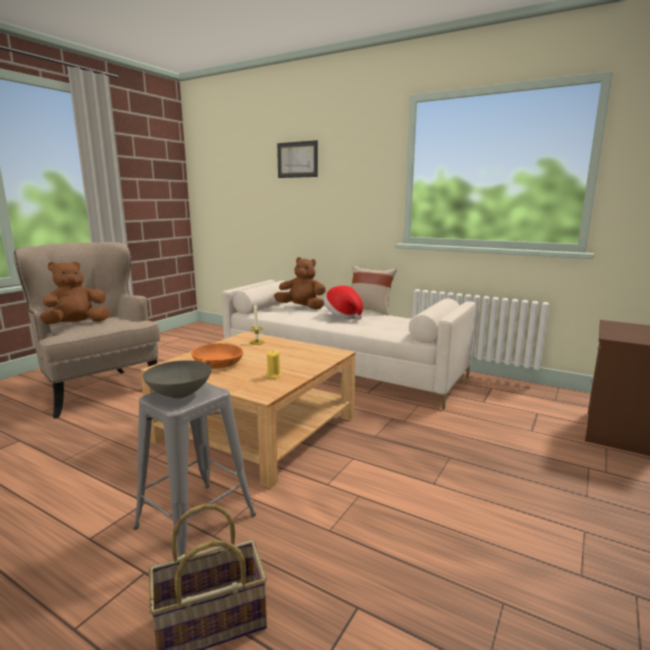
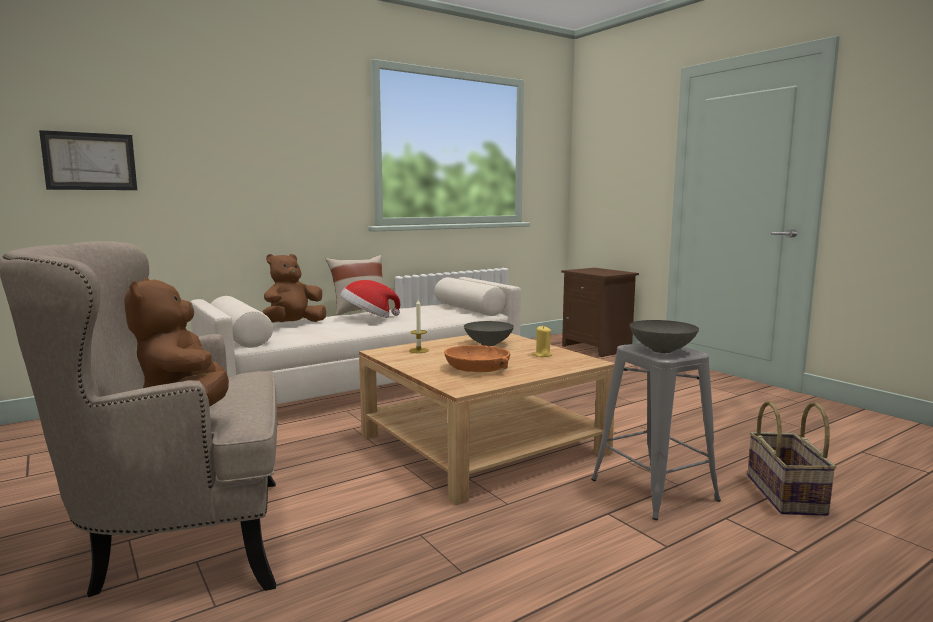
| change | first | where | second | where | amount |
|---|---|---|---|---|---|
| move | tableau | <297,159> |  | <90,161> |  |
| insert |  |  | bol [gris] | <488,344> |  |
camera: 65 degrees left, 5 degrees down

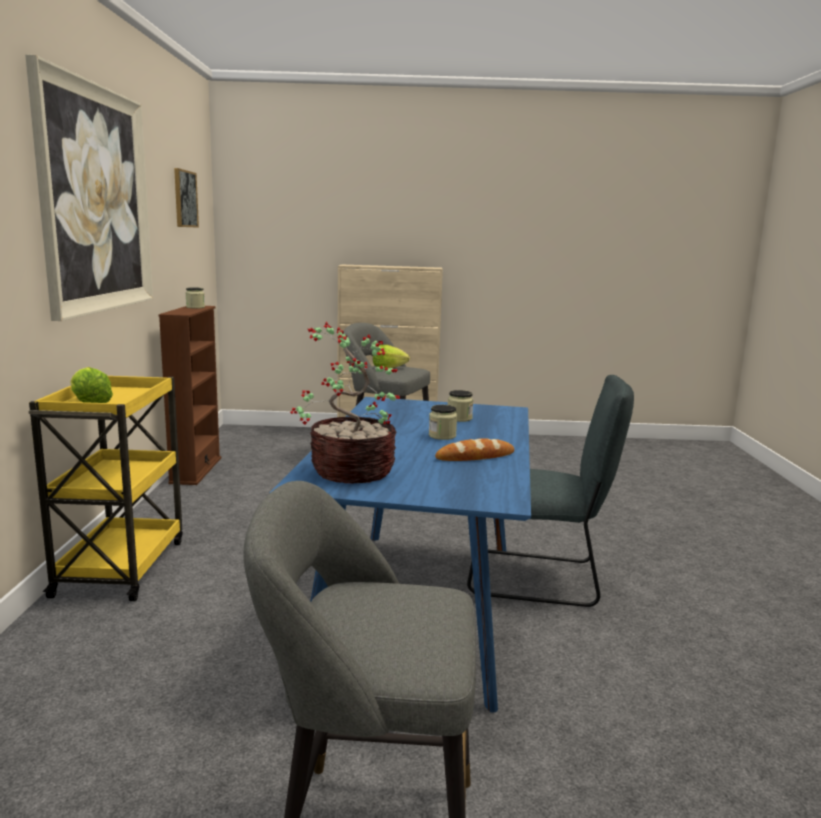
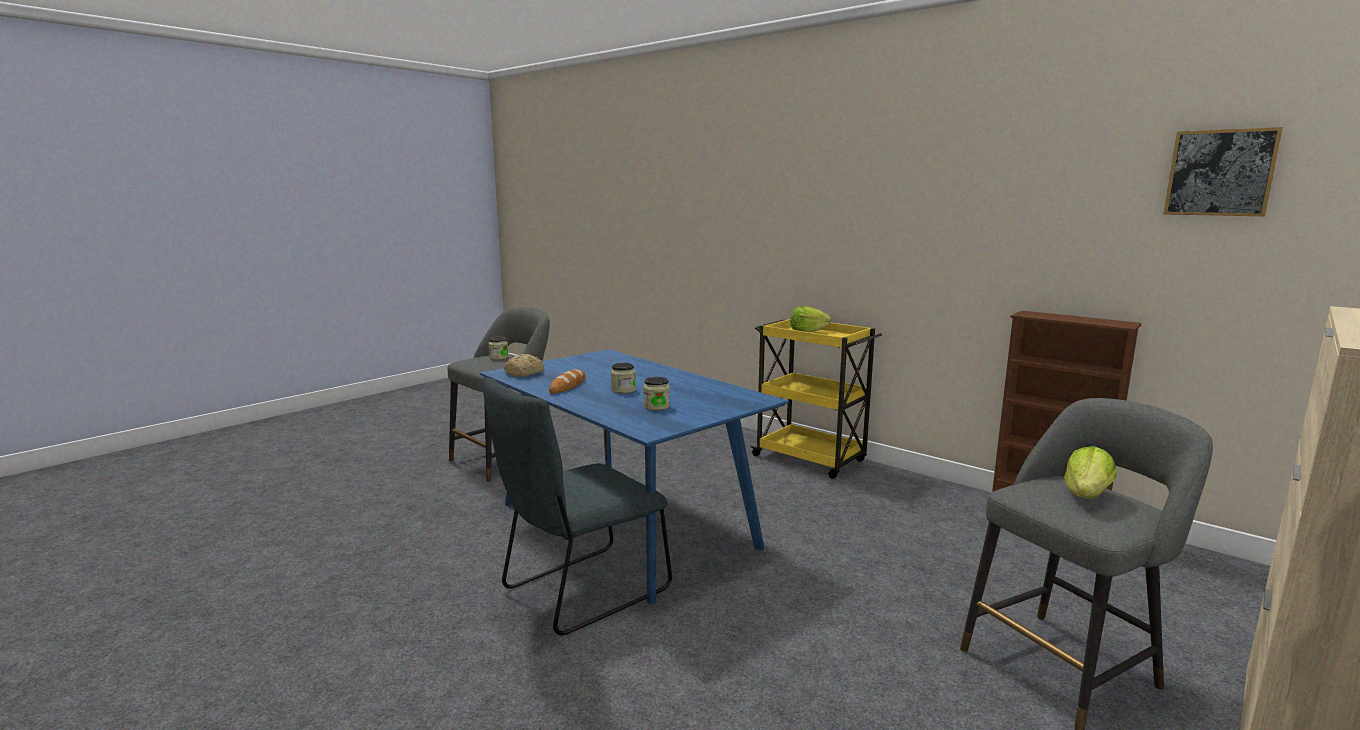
| change | first | where | second | where | amount |
|---|---|---|---|---|---|
| delete | tableau | <96,200> |  |  |  |
| move | bocal | <195,307> |  | <499,357> |  |
| delete | plante en pot | <349,471> |  |  |  |
| insert |  |  | pain | <523,373> |  |
camera: 130 degrees right, 0 degrees up

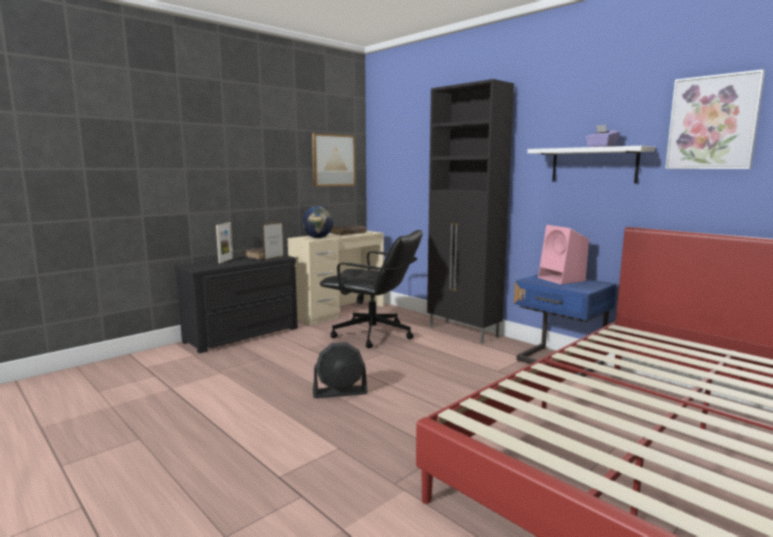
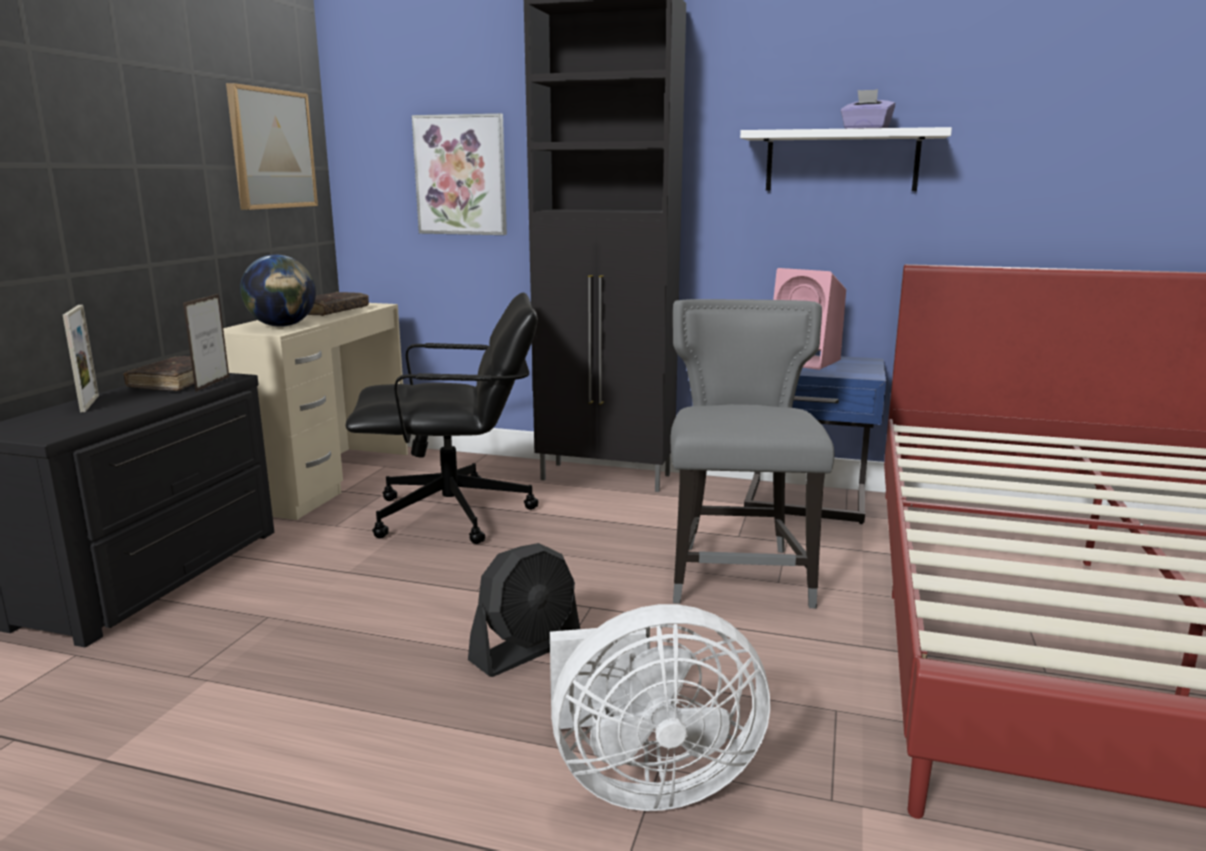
| change | first | where | second | where | amount |
|---|---|---|---|---|---|
| move | tableau | <712,123> |  | <461,175> |  |
| insert |  |  | ventilateur [blanc] | <646,782> |  |
| insert |  |  | chaise [gris] | <739,574> |  |
camera: 30 degrees left, 5 degrees up

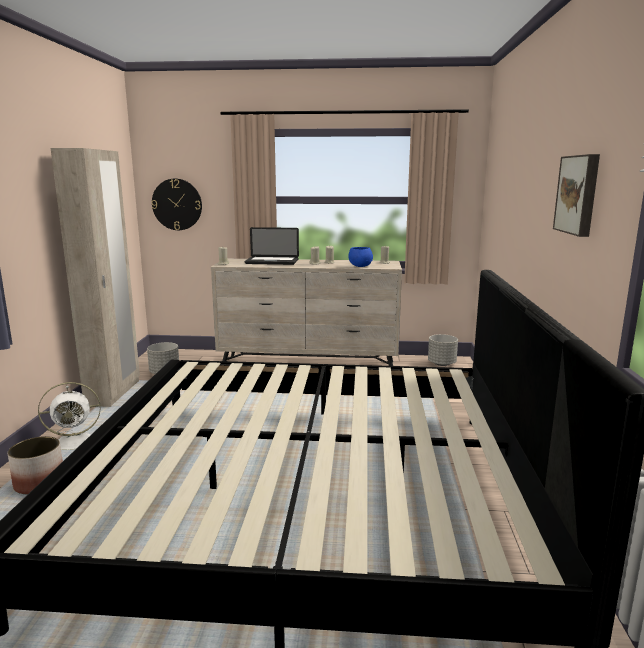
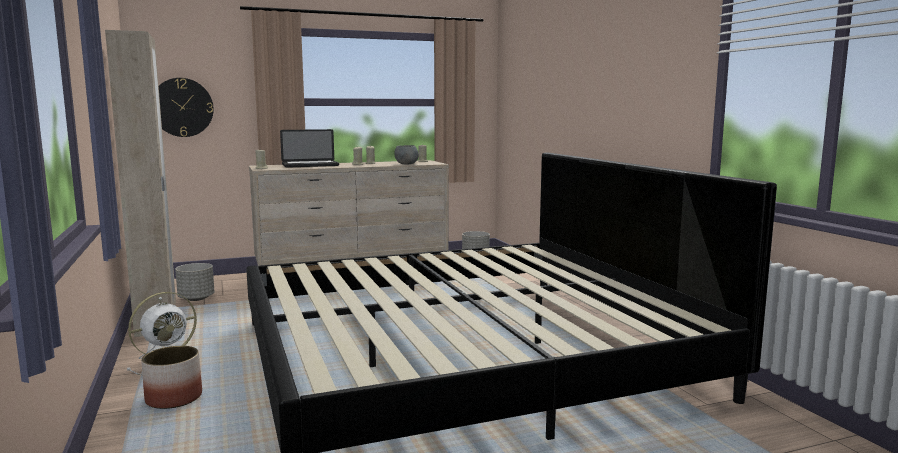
| change | first | where | second | where | amount |
|---|---|---|---|---|---|
| recolor | bol [bleu] | <360,266> | bol [gris] | <406,164> |  |
| delete | tableau | <579,194> |  |  |  |
camera: 25 degrees left, 5 degrees down

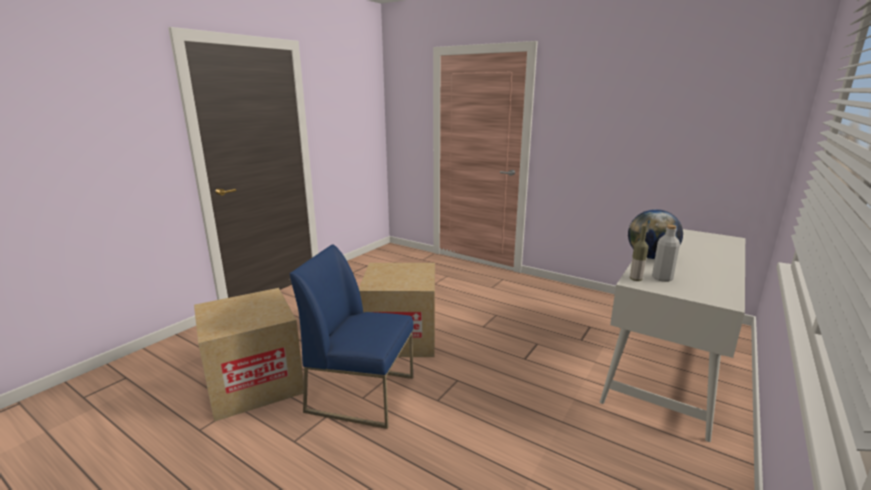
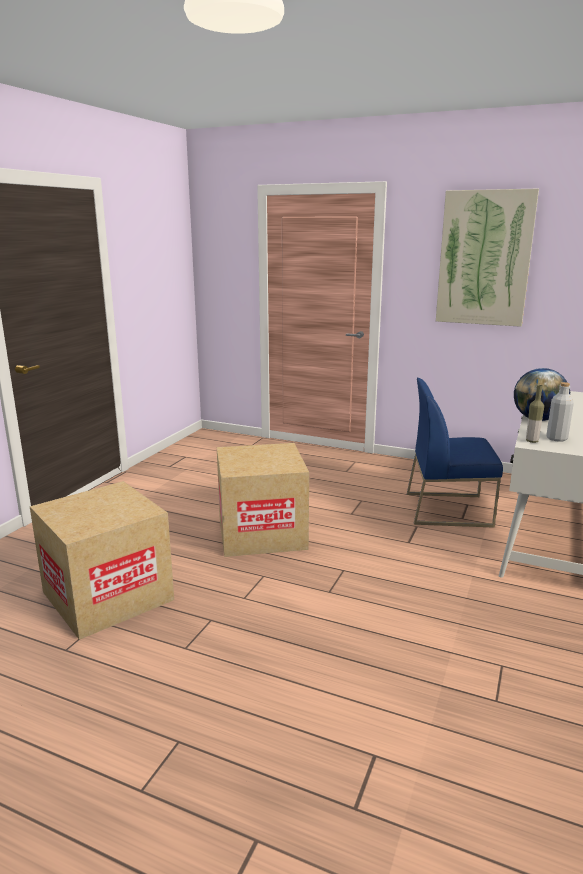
| change | first | where | second | where | amount |
|---|---|---|---|---|---|
| move | chaise [bleu] | <362,393> |  | <448,509> |  |
| insert |  |  | tableau | <484,258> |  |
camera: 10 degrees left, 0 degrees up

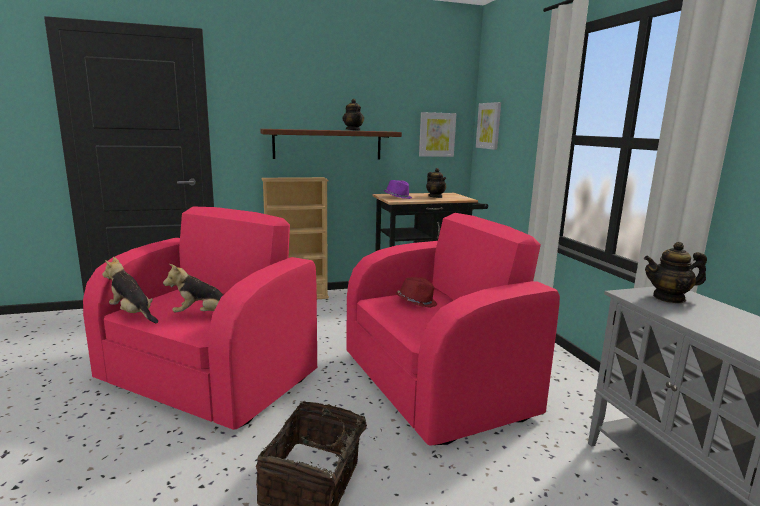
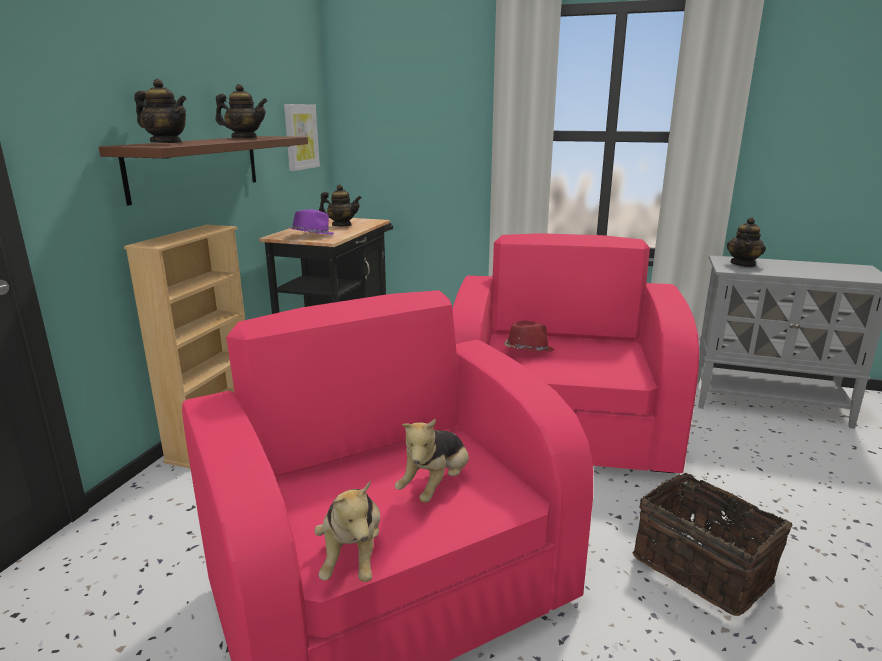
| change | first | where | second | where | amount |
|---|---|---|---|---|---|
| rotate | peluche | <133,314> |  | <352,556> | 75 degrees counterclockwise |
| delete | tableau | <489,126> |  |  |  |
| insert |  |  | théière | <166,143> |  |
camera: 55 degrees left, 5 degrees up

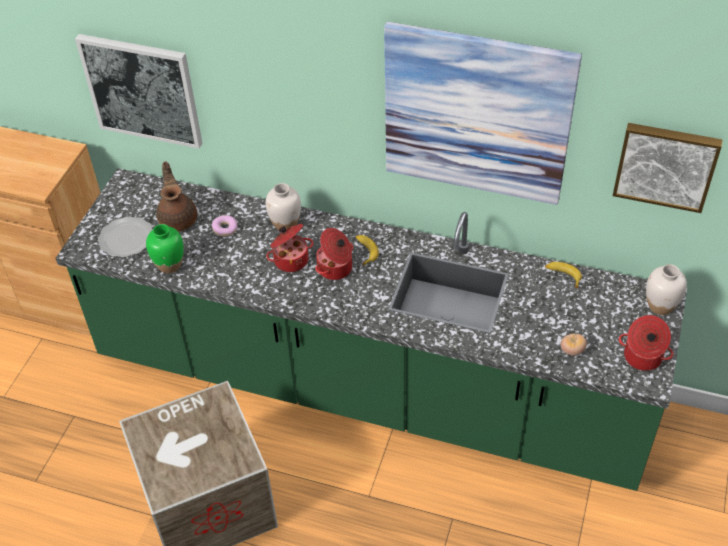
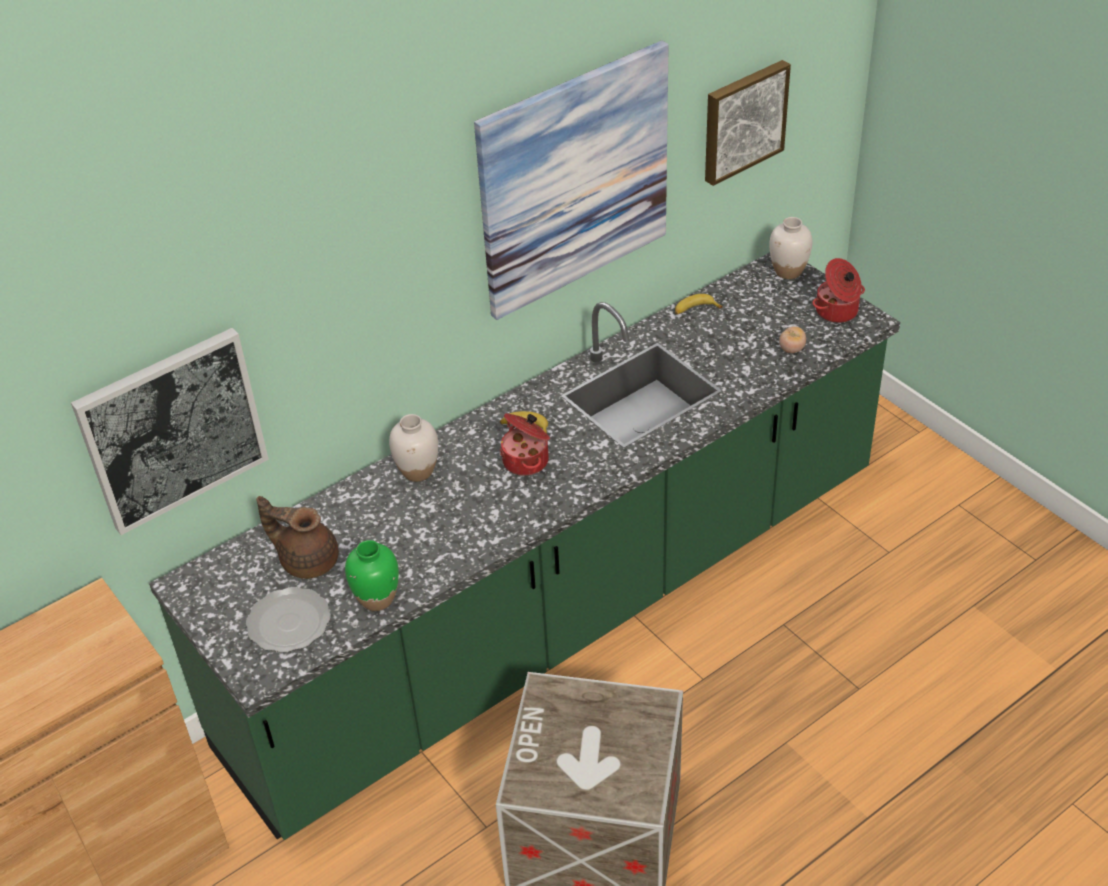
| change | first | where | second | where | amount |
|---|---|---|---|---|---|
| delete | beignet | <225,229> |  |  |  |
| delete | marmite | <290,259> |  |  |  |
camera: 55 degrees left, 5 degrees down

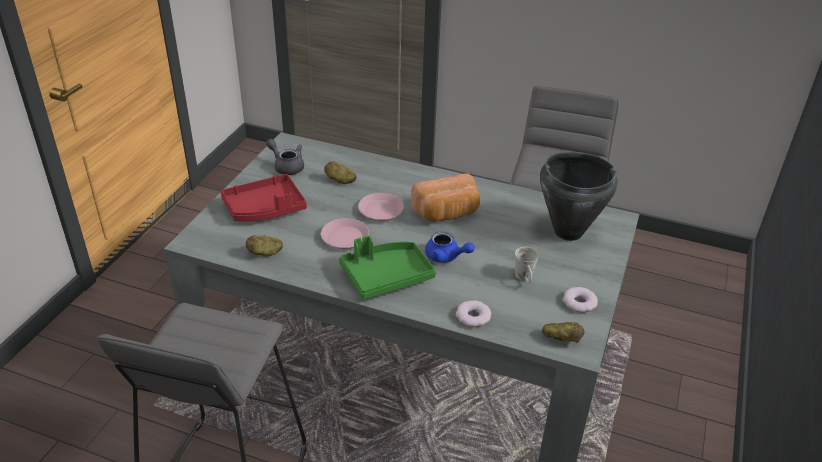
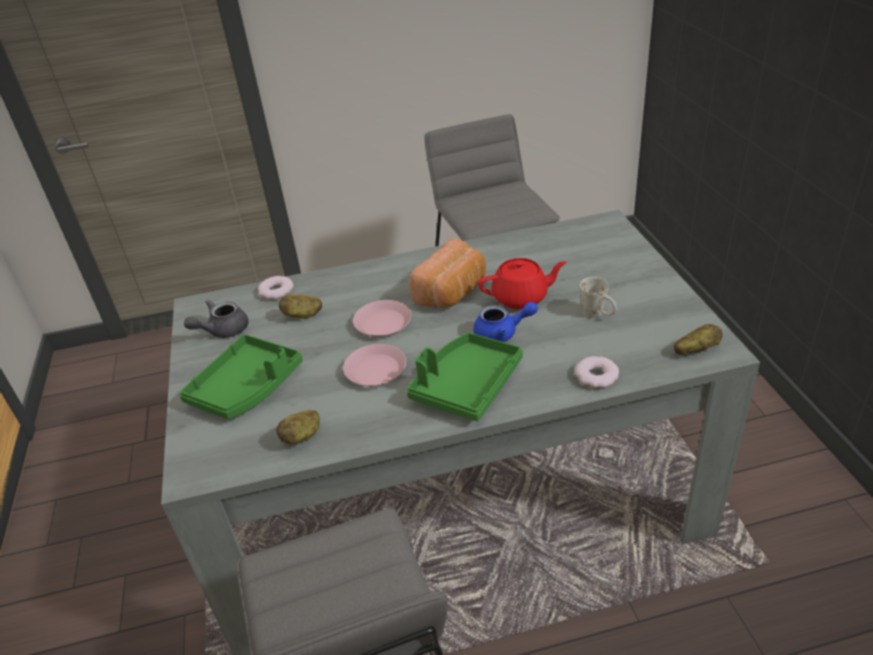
| change | first | where | second | where | amount |
|---|---|---|---|---|---|
| recolor | plateau [rouge] | <265,208> | plateau [vert] | <247,388> |  |
| rotate | théière [gris] | <286,166> |  | <222,330> | 45 degrees counterclockwise |
| delete | marmite [noir] | <567,231> |  |  |  |
| move | beignet | <579,303> |  | <276,291> |  |
| insert |  |  | théière [rouge] | <521,297> |  |
camera: 30 degrees left, 0 degrees up

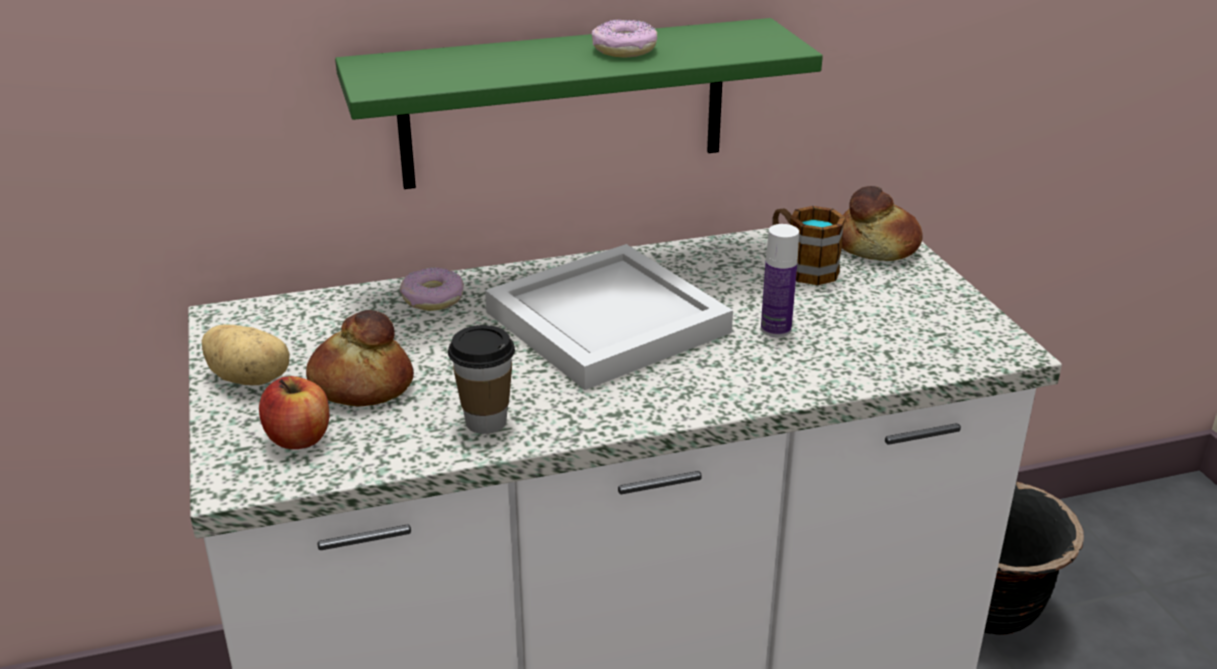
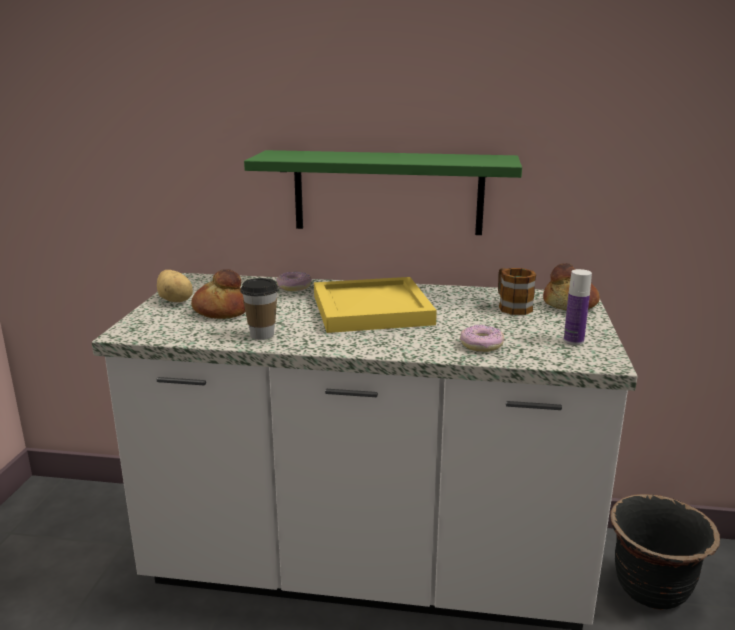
| change | first | where | second | where | amount |
|---|---|---|---|---|---|
| delete | pomme | <299,438> |  |  |  |
| recolor | plateau [blanc] | <611,322> | plateau [jaune] | <373,310> |  |
| move | beignet | <624,49> |  | <481,345> |  |
| move | bouteille | <775,329> |  | <573,340> |  |
camera: 25 degrees right, 10 degrees down

